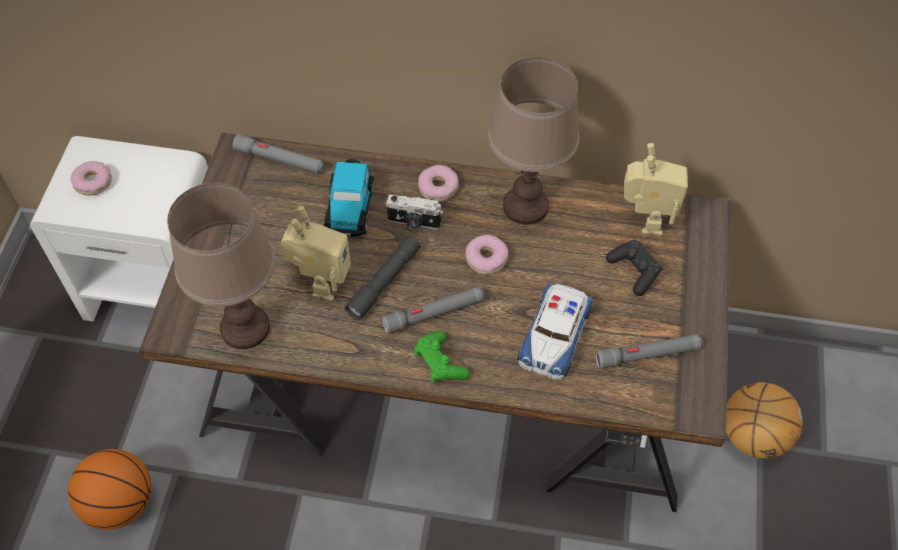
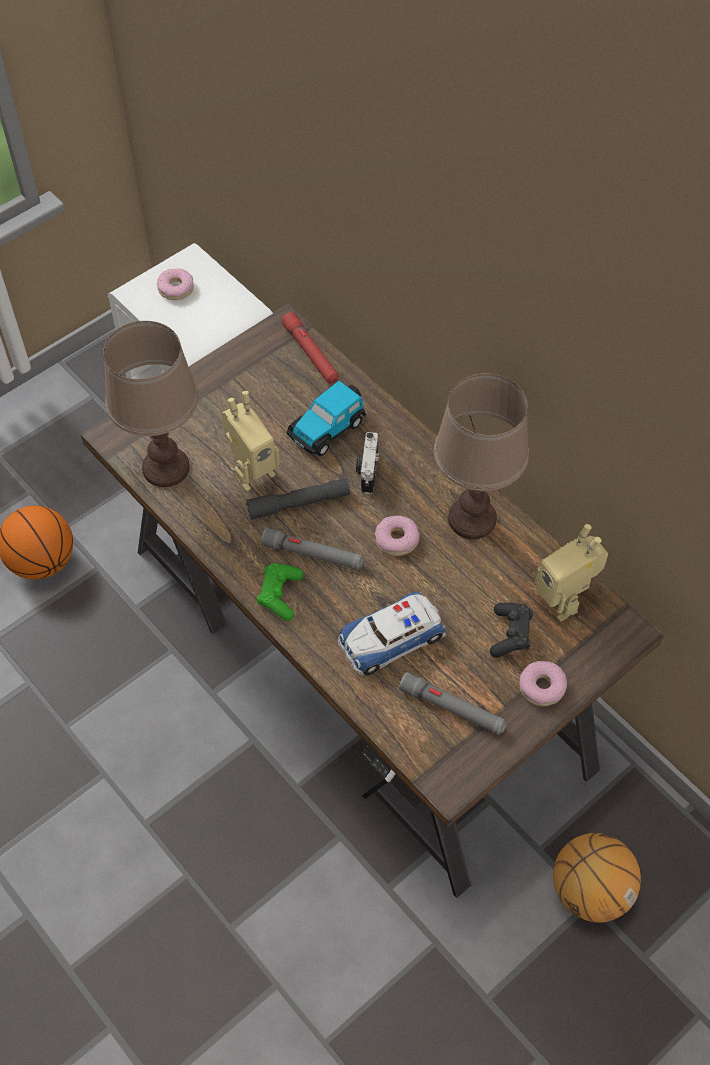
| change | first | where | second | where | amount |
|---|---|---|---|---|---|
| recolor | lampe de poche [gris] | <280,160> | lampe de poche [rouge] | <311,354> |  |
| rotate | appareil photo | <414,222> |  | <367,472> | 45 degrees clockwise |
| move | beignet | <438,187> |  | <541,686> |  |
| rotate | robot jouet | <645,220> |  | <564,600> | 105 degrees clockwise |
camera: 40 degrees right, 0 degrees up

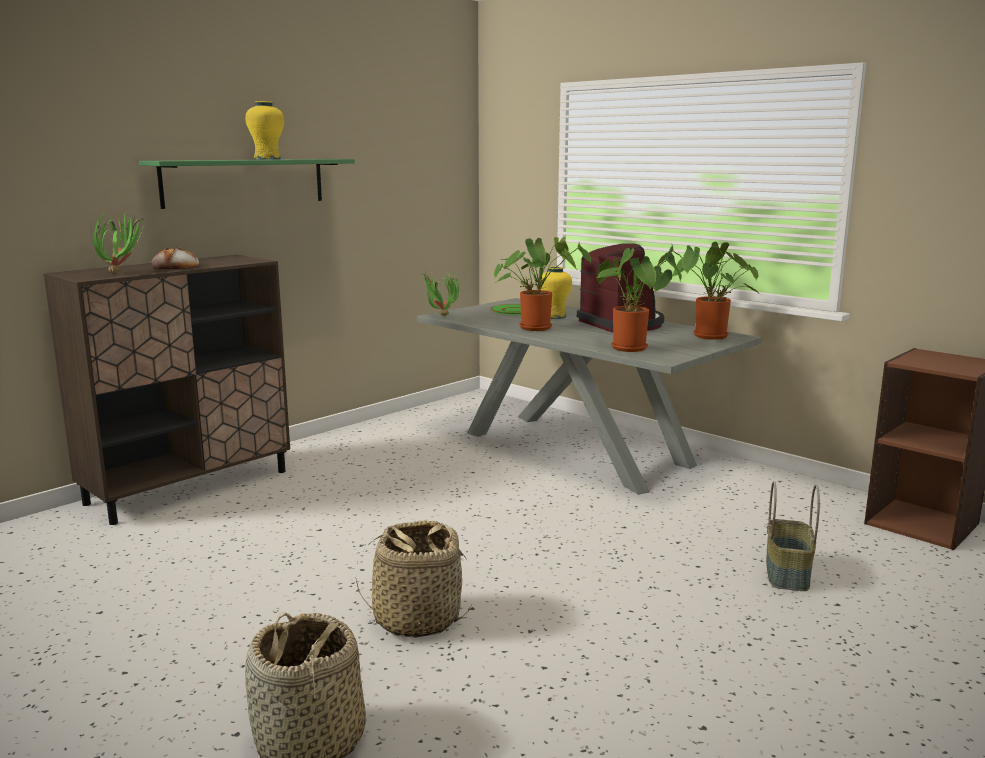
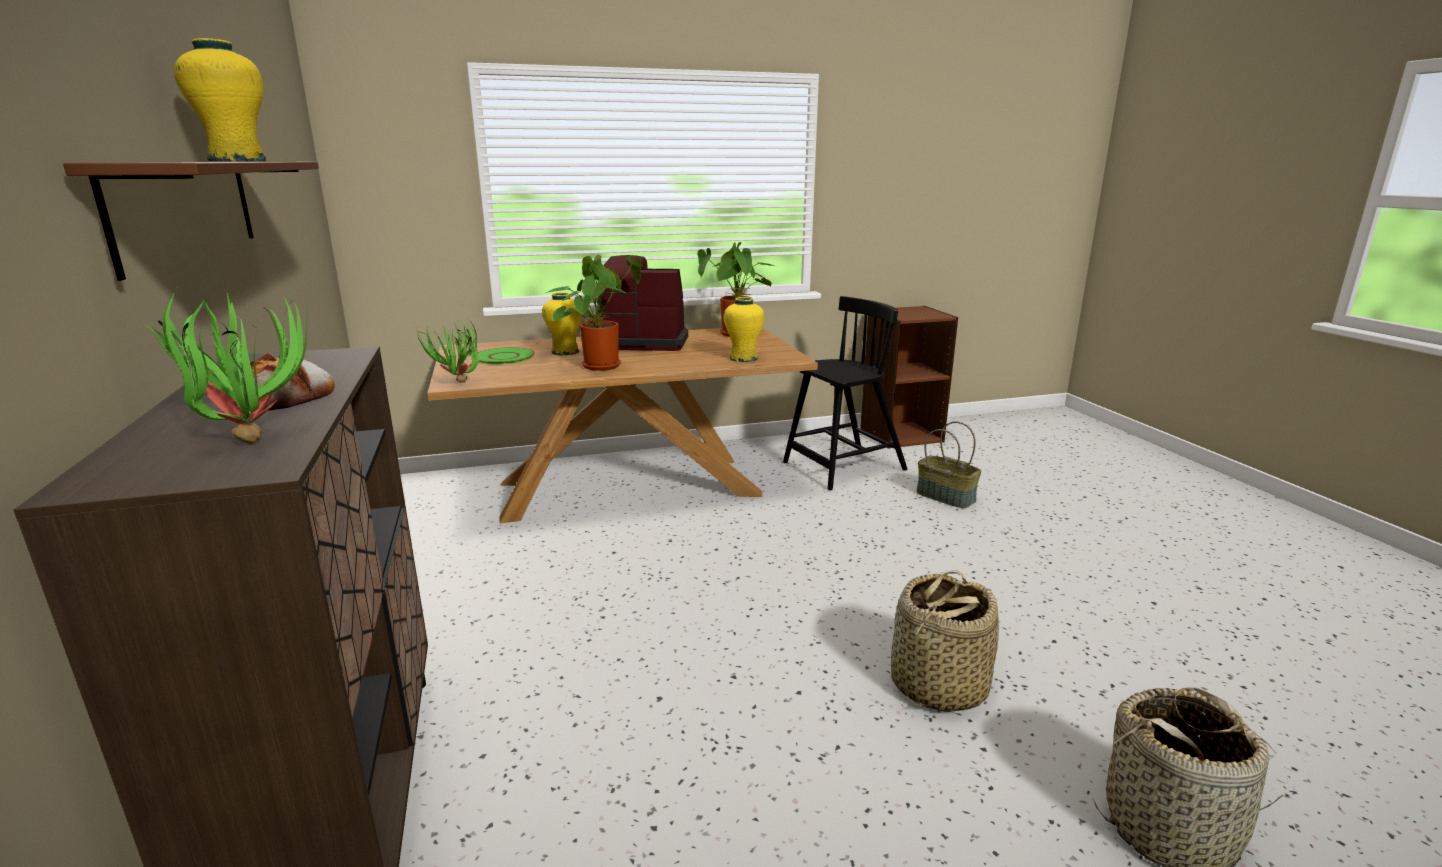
| change | first | where | second | where | amount |
|---|---|---|---|---|---|
| recolor | étagère [vert] | <245,182> | étagère [marron] | <188,209> |  |
| recolor | table à manger [gris] | <574,449> | table à manger [marron] | <627,488> |  |
| replace | plante en pot | <633,349> | vase [jaune] | <743,358> |  |
| insert |  |  | chaise [noir] | <842,467> |  |
camera: 60 degrees left, 5 degrees up

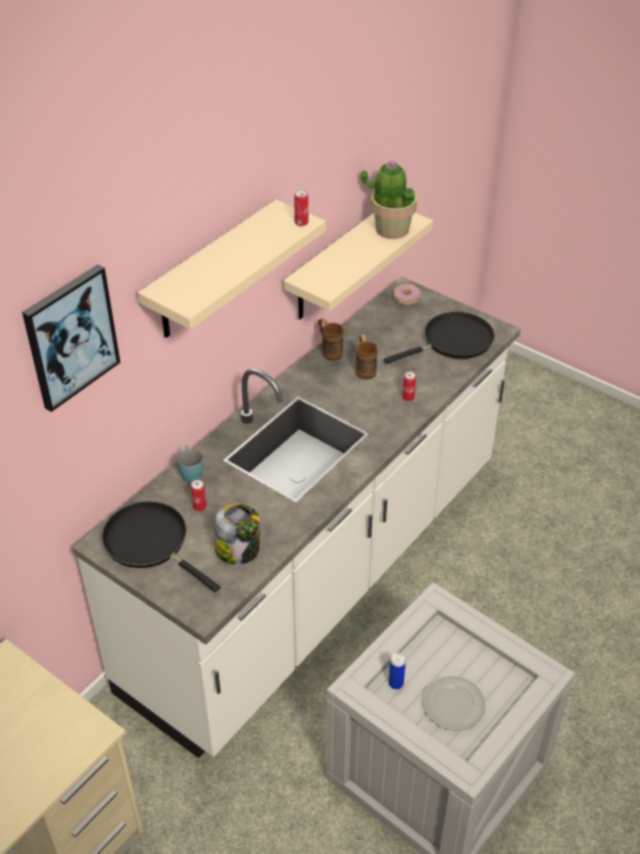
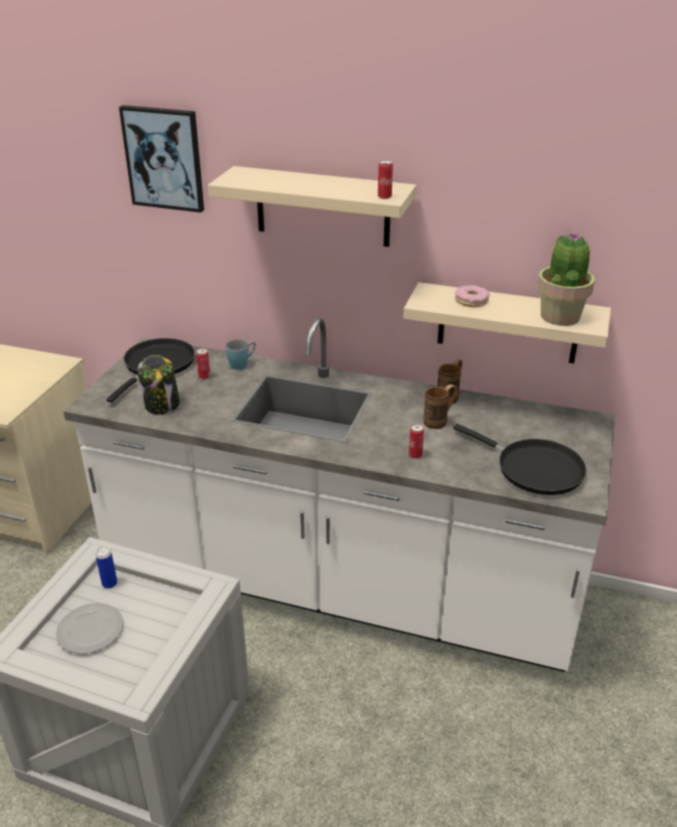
| change | first | where | second | where | amount |
|---|---|---|---|---|---|
| move | beignet | <406,298> |  | <471,301> |  |
camera: 70 degrees right, 10 degrees down

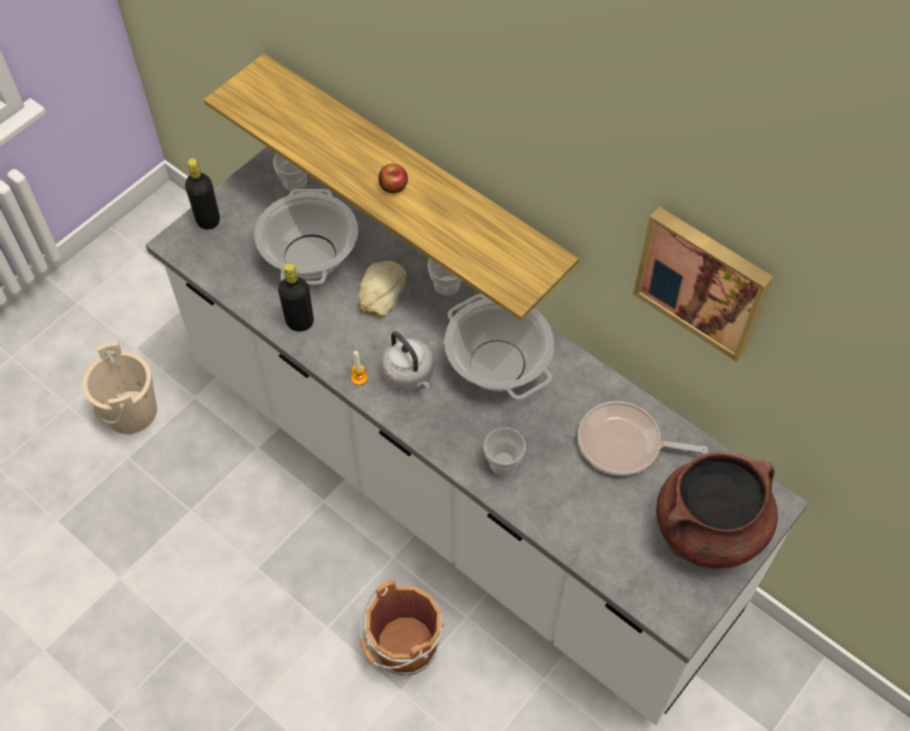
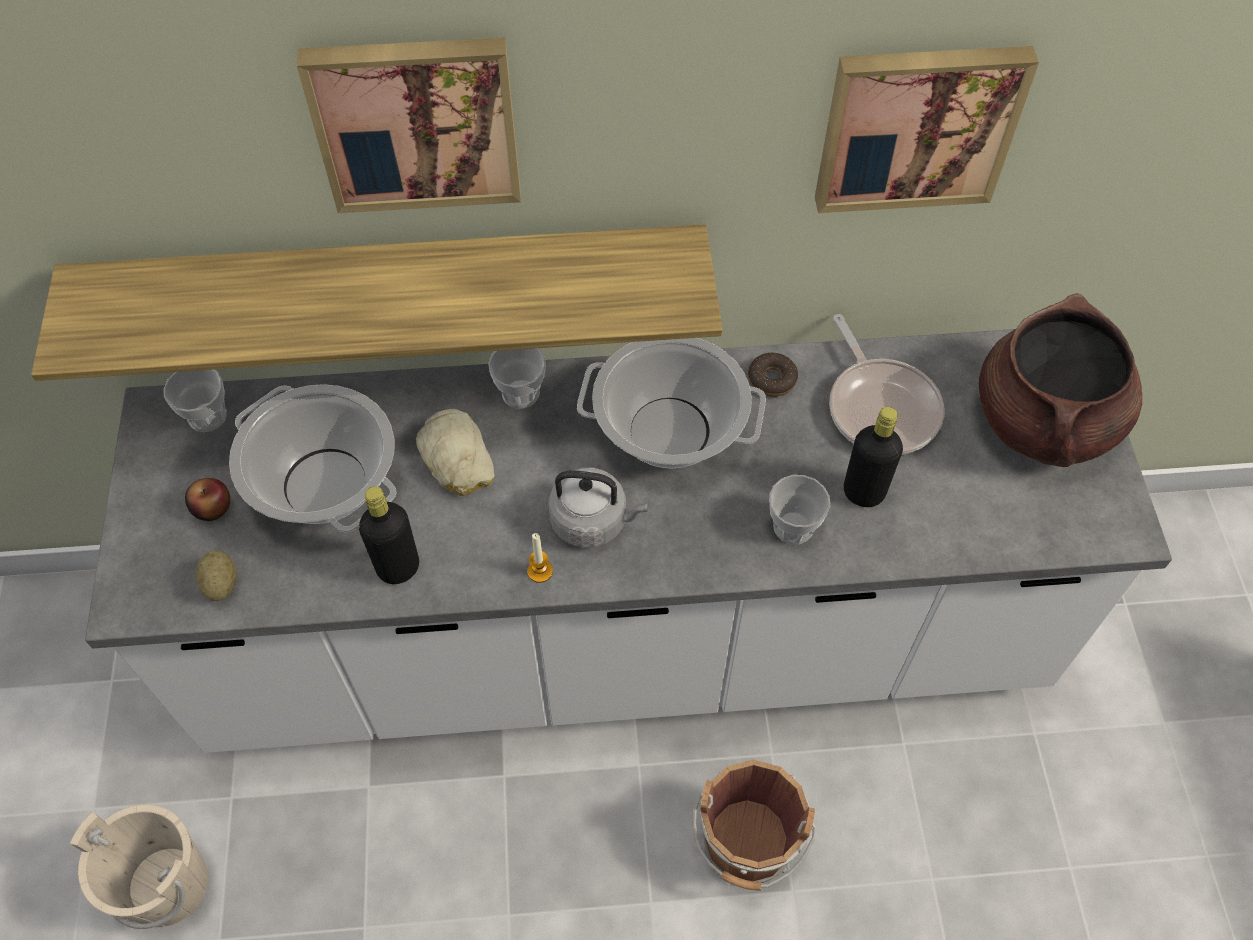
| change | first | where | second | where | amount |
|---|---|---|---|---|---|
| move | bouteille [noir] | <208,220> |  | <863,492> |  |
| move | pomme | <393,186> |  | <212,507> |  |
| rotate | poêle | <624,444> |  | <880,407> | 75 degrees counterclockwise |
| insert |  |  | pomme de terre | <221,584> |  |
| insert |  |  | tableau | <416,121> |  |
| insert |  |  | beignet | <772,379> |  |
camera: 45 degrees left, 0 degrees up

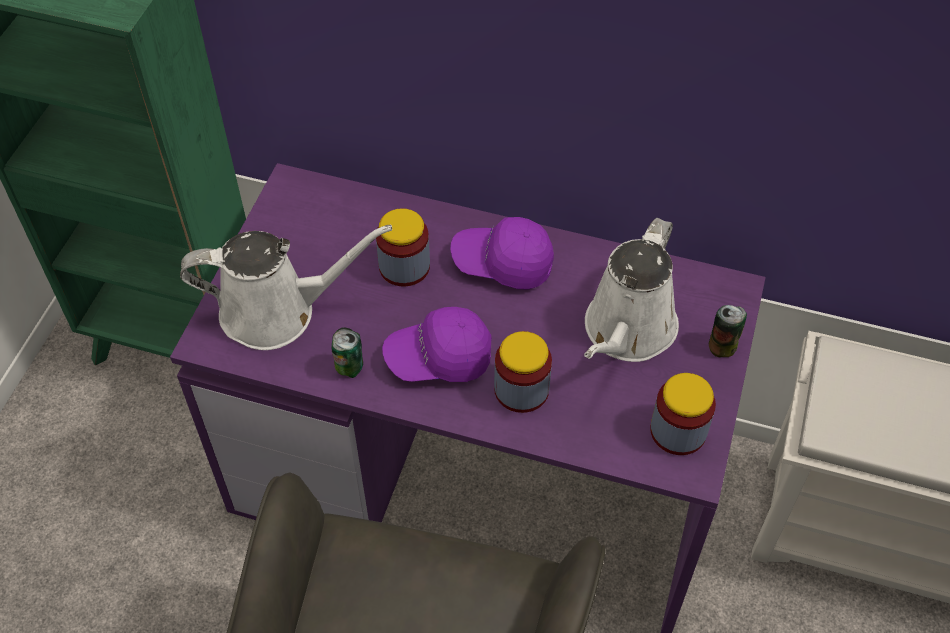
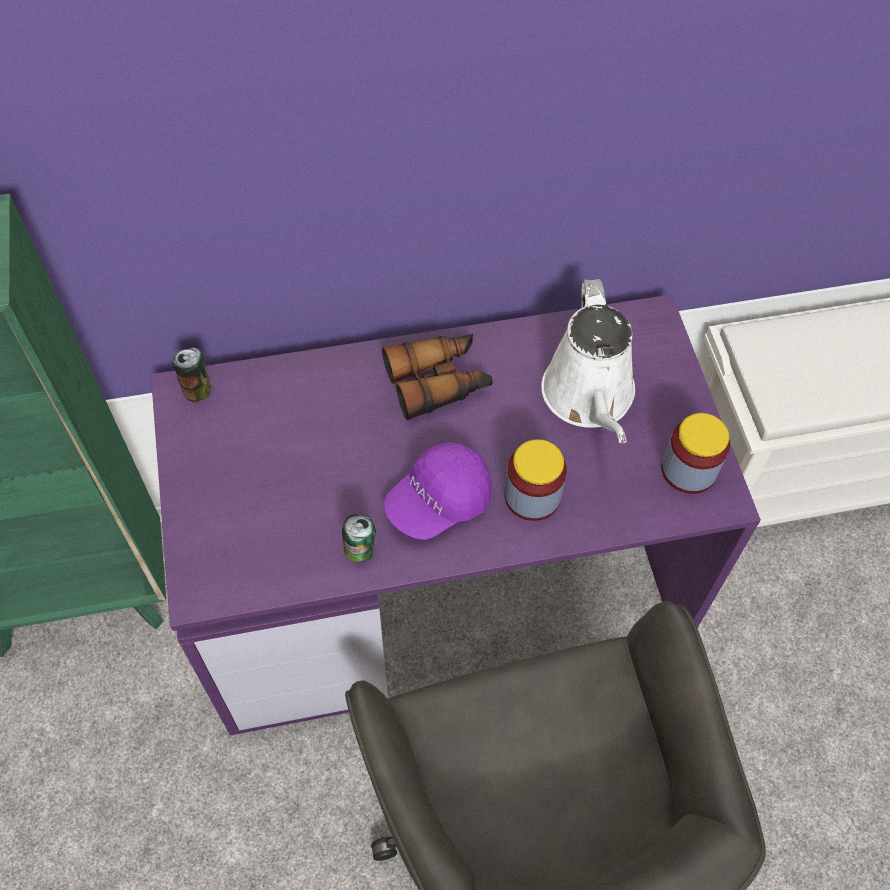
| change | first | where | second | where | amount |
|---|---|---|---|---|---|
| delete | arrosoir [blanc] | <277,311> |  |  |  |
| delete | bocal | <404,267> |  |  |  |
| replace | casquette [violet] | <502,263> | jumelles | <438,381> |  |
| move | boîte métallique | <722,346> |  | <197,389> |  |
camera: 30 degrees left, 5 degrees up

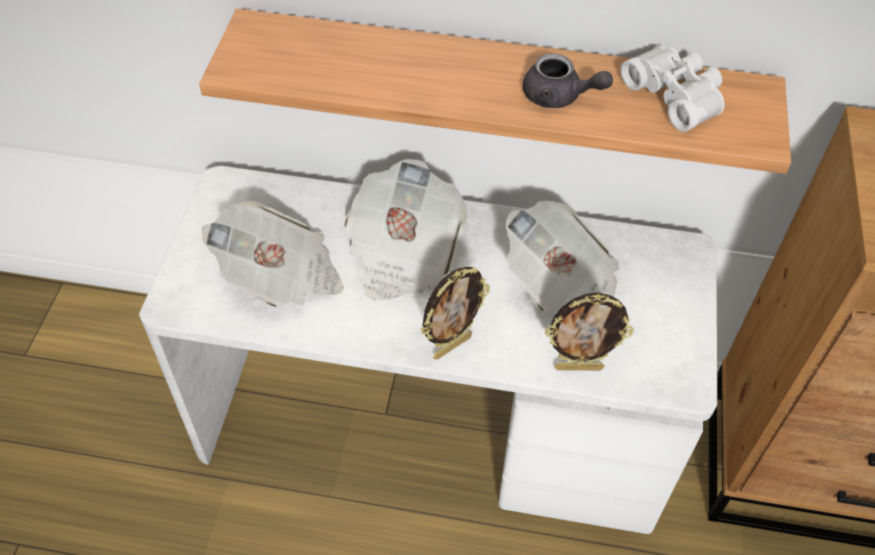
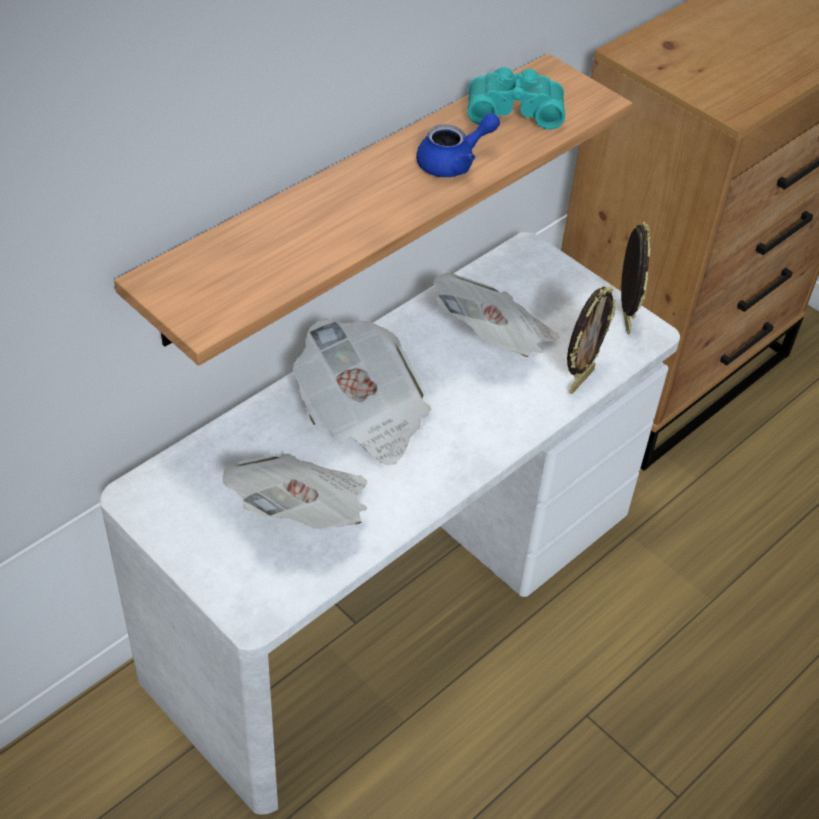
| change | first | where | second | where | amount |
|---|---|---|---|---|---|
| move | cadre photo | <451,346> |  | <623,319> |  |
| recolor | théière [gris] | <559,97> | théière [bleu] | <454,162> |  |
| recolor | jumelles [blanc] | <676,95> | jumelles [turquoise] | <514,109> |  |
camera: 55 degrees left, 5 degrees down

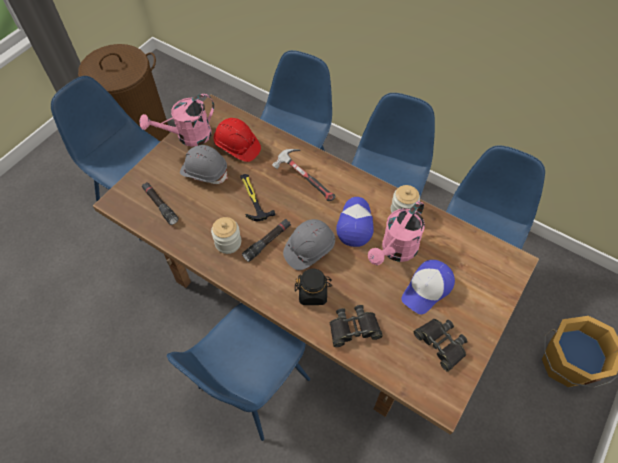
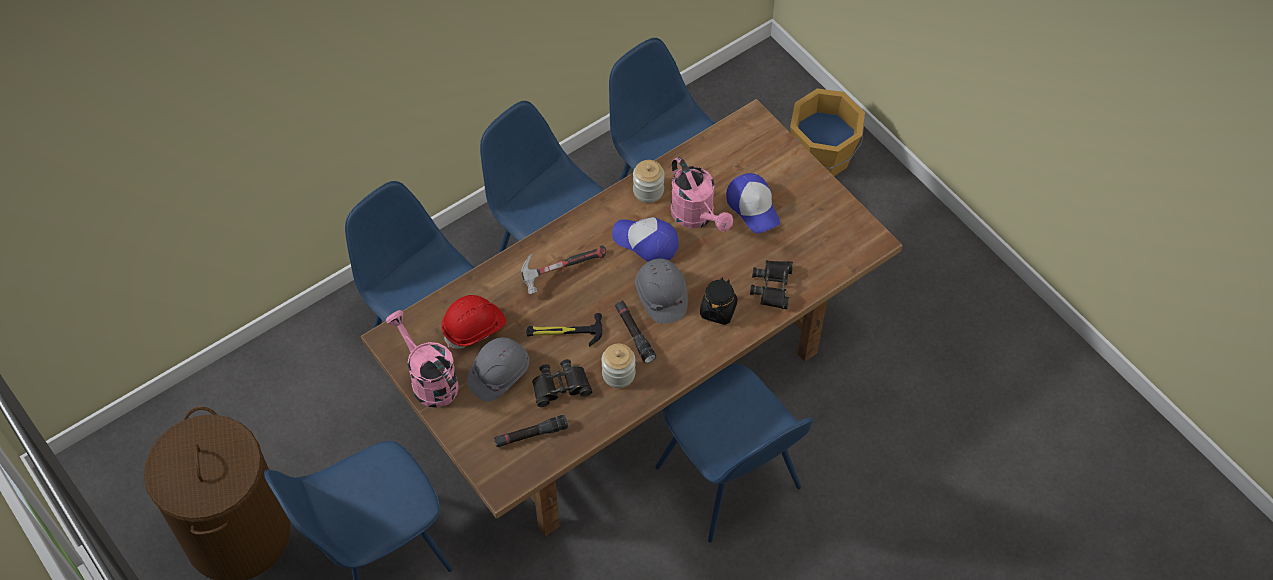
| change | first | where | second | where | amount |
|---|---|---|---|---|---|
| rotate | arrosoir [rose] | <188,137> |  | <429,380> | 150 degrees clockwise |
| move | jumelles [noir] | <441,344> |  | <560,386> |  |
camera: 70 degrees left, 0 degrees up

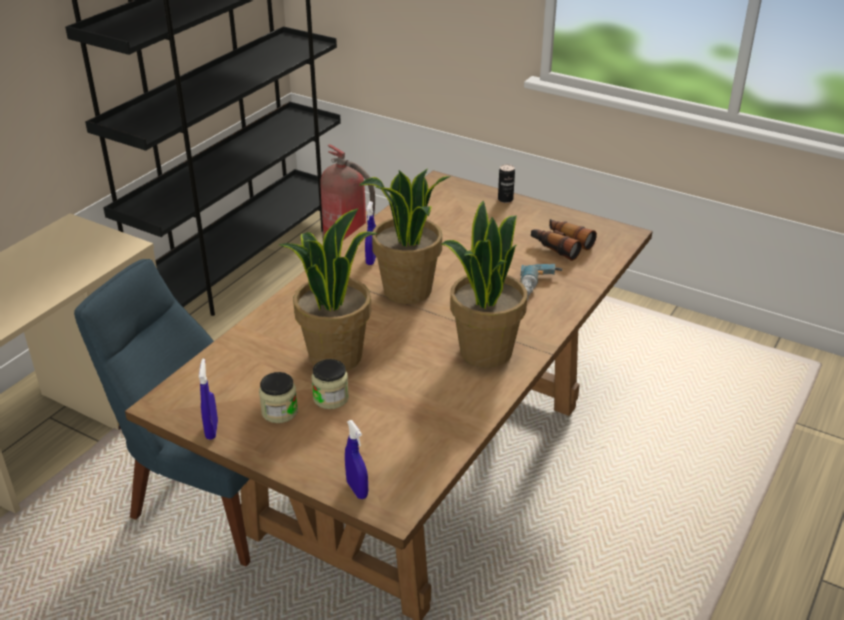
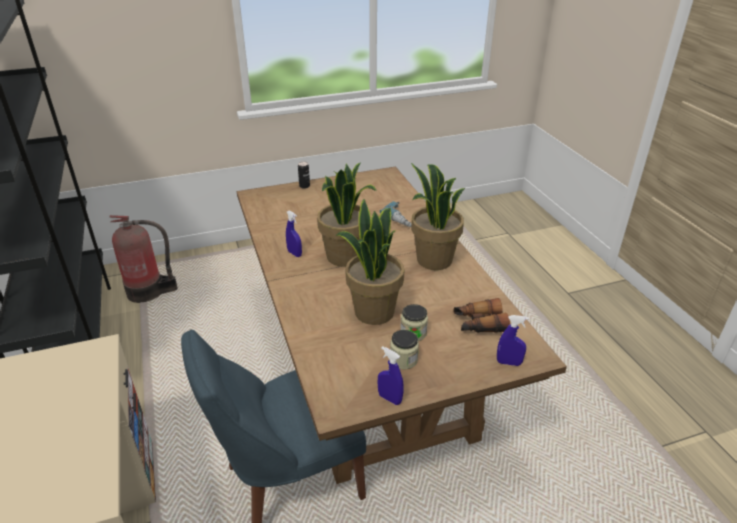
| change | first | where | second | where | amount |
|---|---|---|---|---|---|
| move | jumelles | <560,245> |  | <479,324> |  |
camera: 50 degrees left, 0 degrees up

